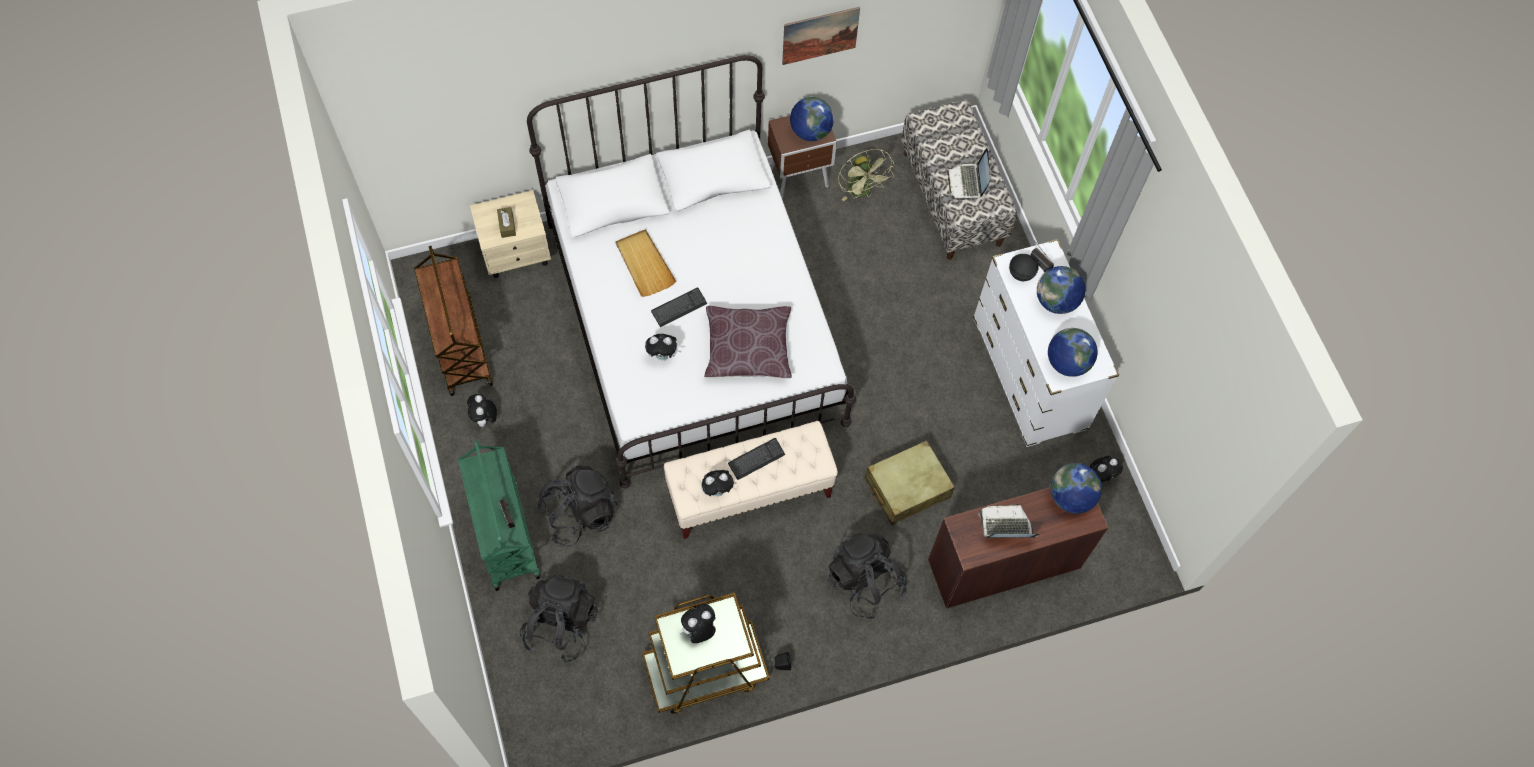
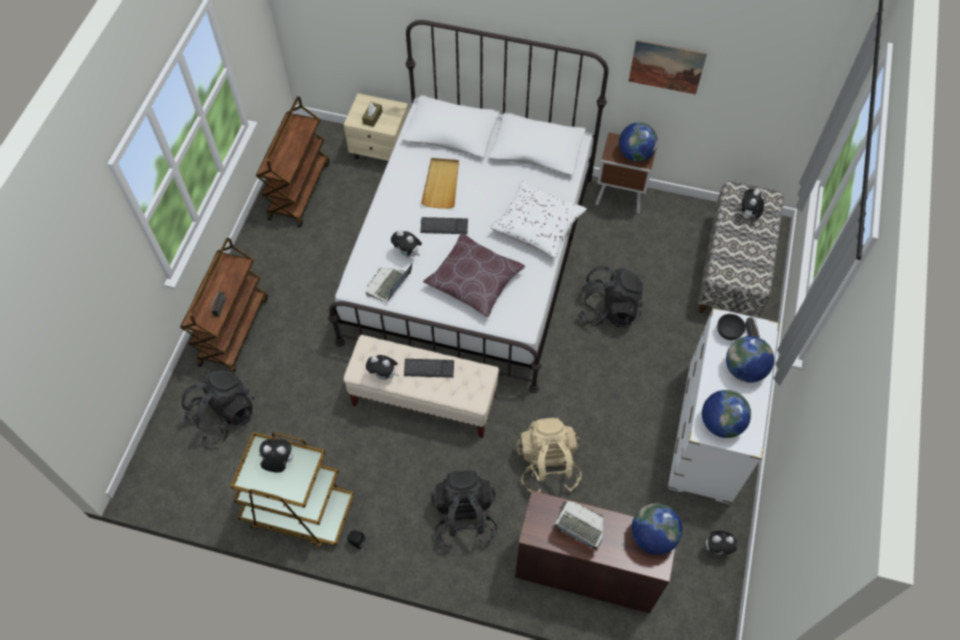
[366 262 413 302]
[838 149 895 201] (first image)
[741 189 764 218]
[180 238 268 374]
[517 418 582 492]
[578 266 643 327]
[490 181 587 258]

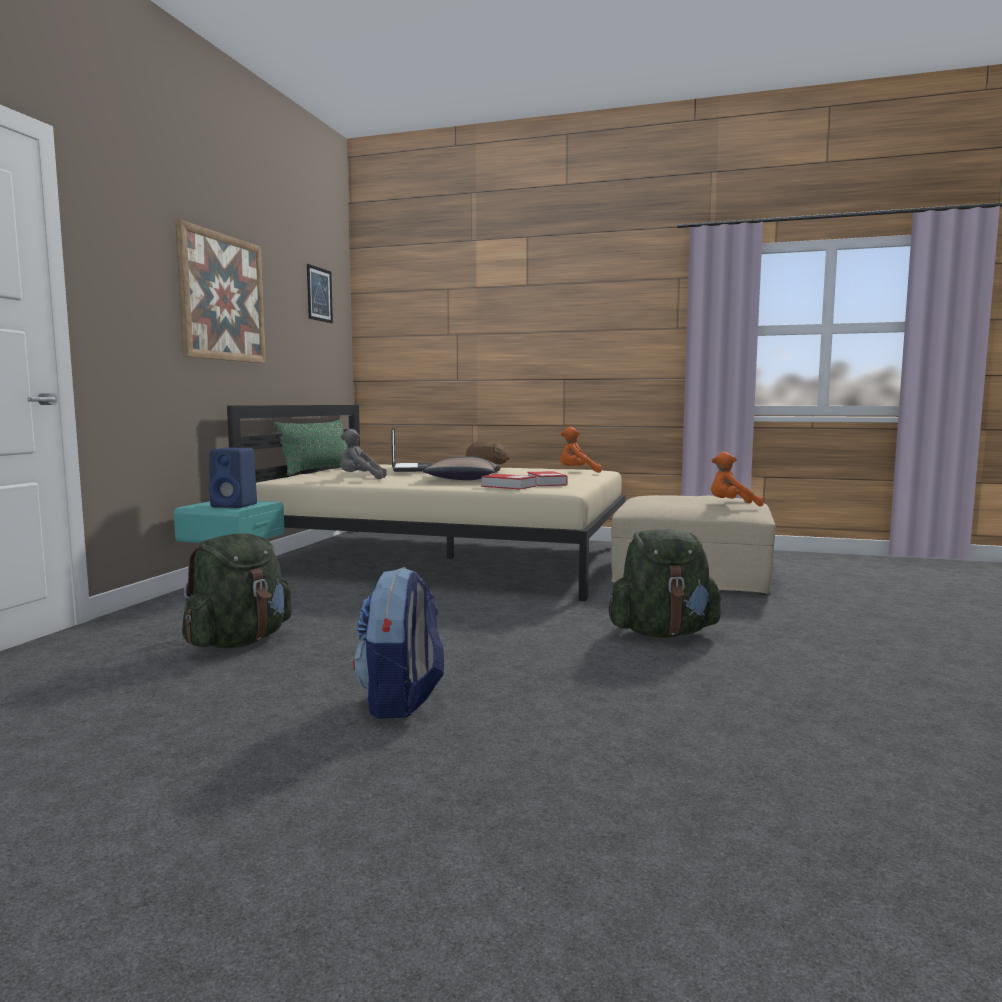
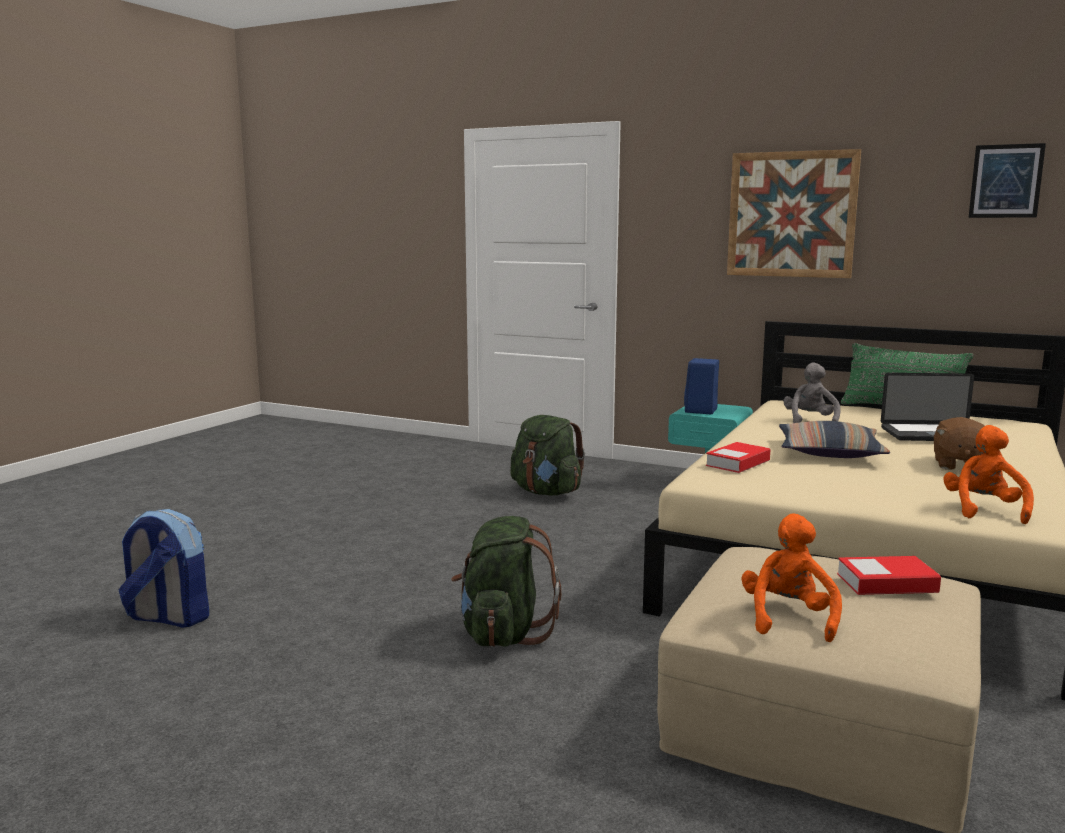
[837 556 941 595]
[119 509 209 628]

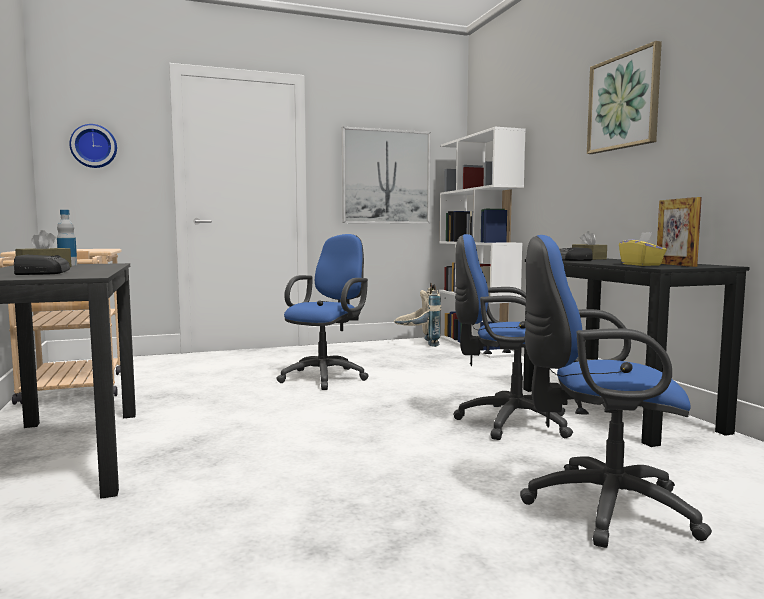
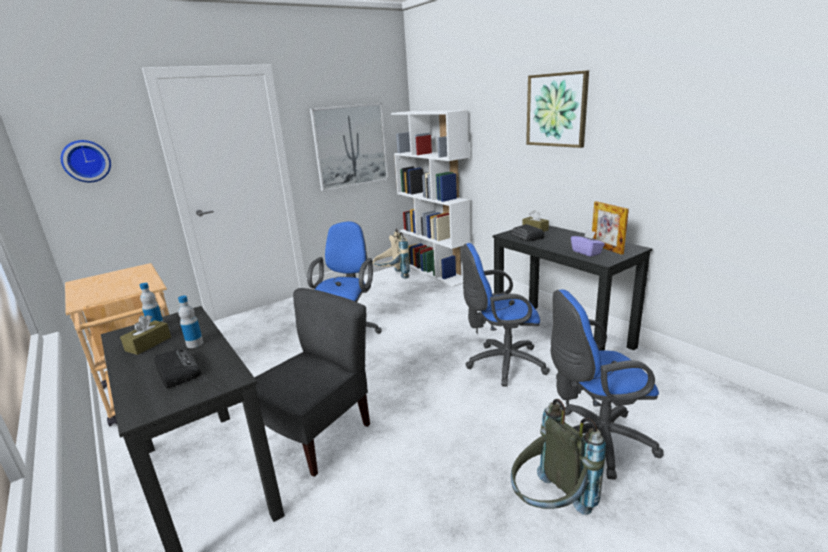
[571 229 605 257]
[254 288 370 477]
[178 295 203 348]
[511 399 606 515]

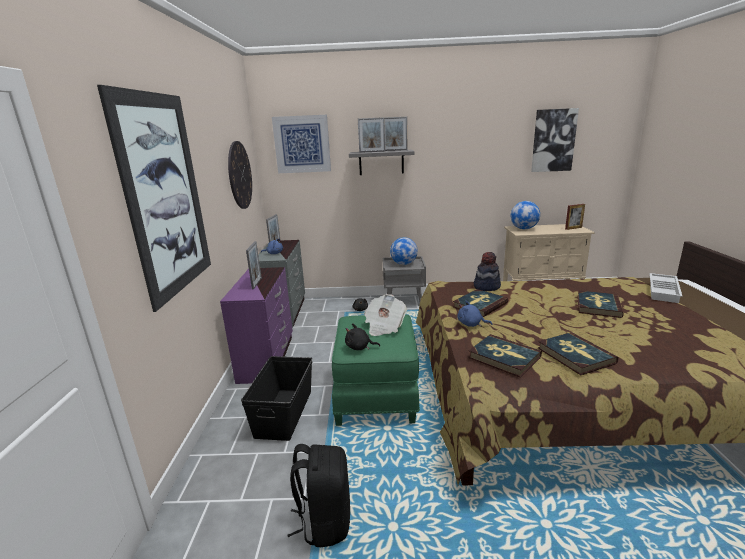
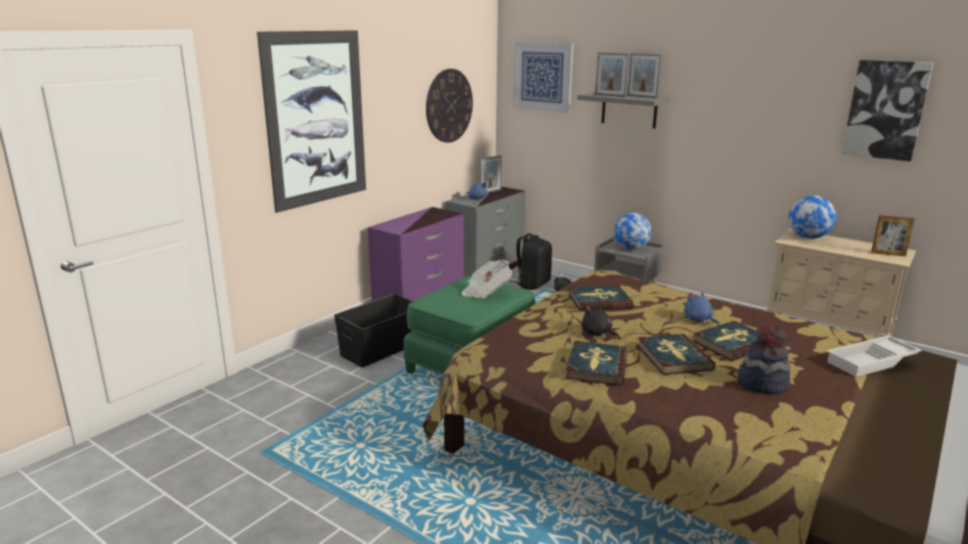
[246 241 262 290] (first image)
[737 324 790 394]
[684 291 720 325]
[582 303 620 339]
[637 334 715 375]
[511 233 552 290]

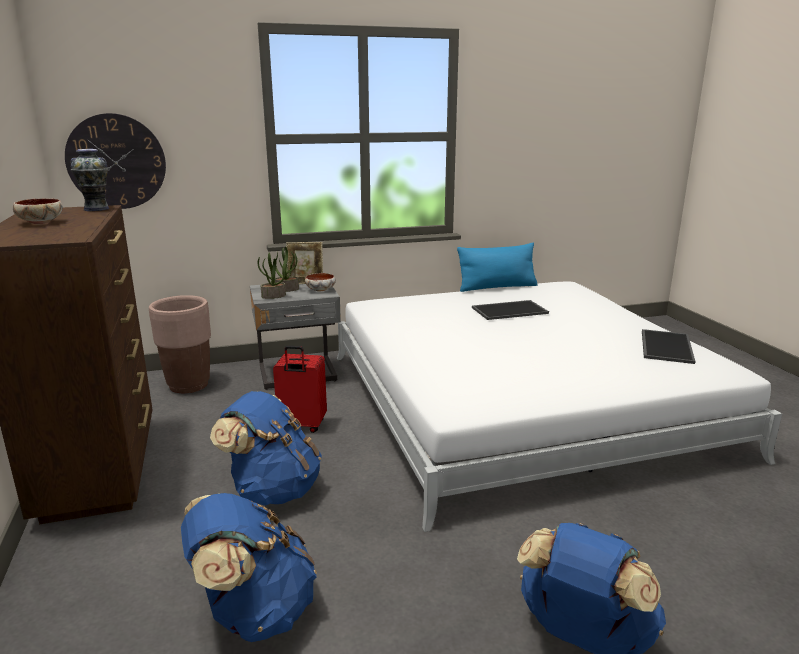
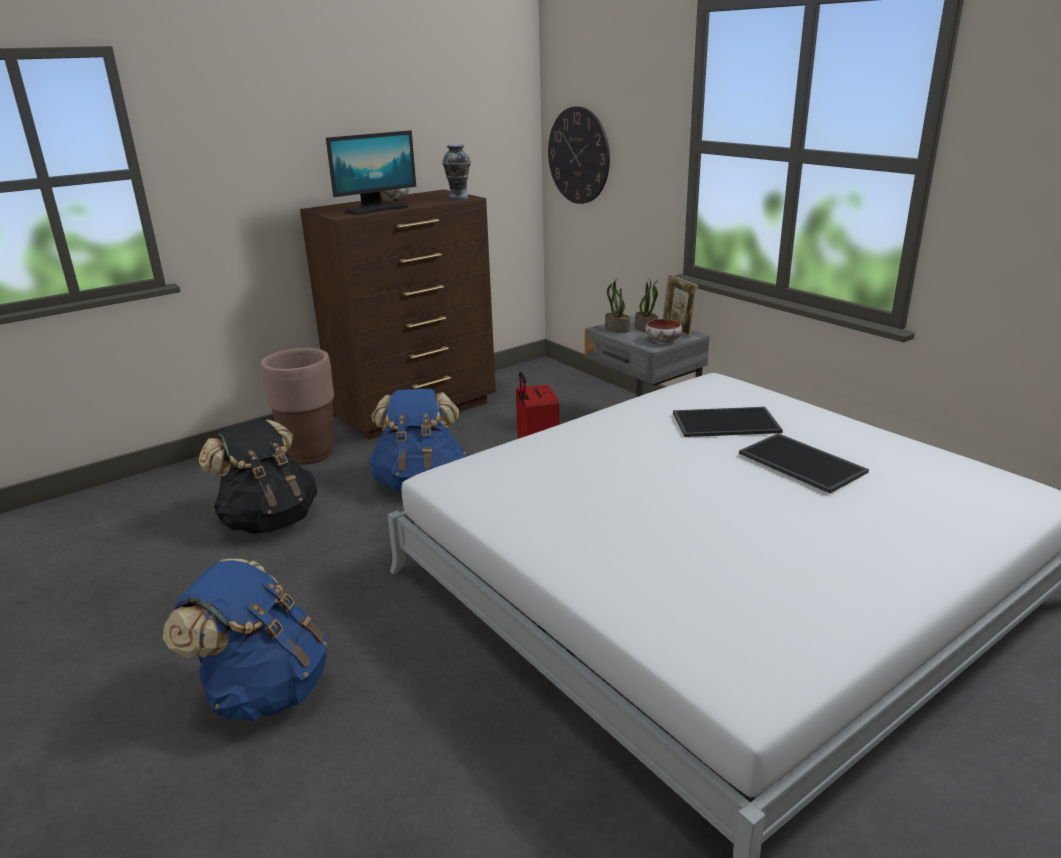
[457 243 538 292] (first image)
[261 348 334 464]
[673 407 783 437]
[198 418 317 534]
[326 130 416 215]

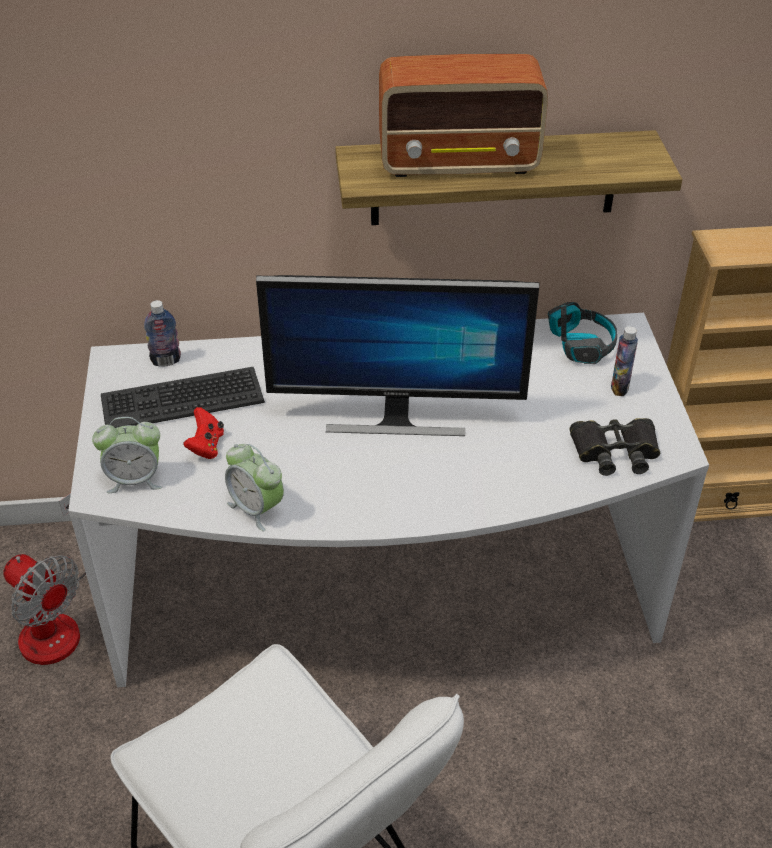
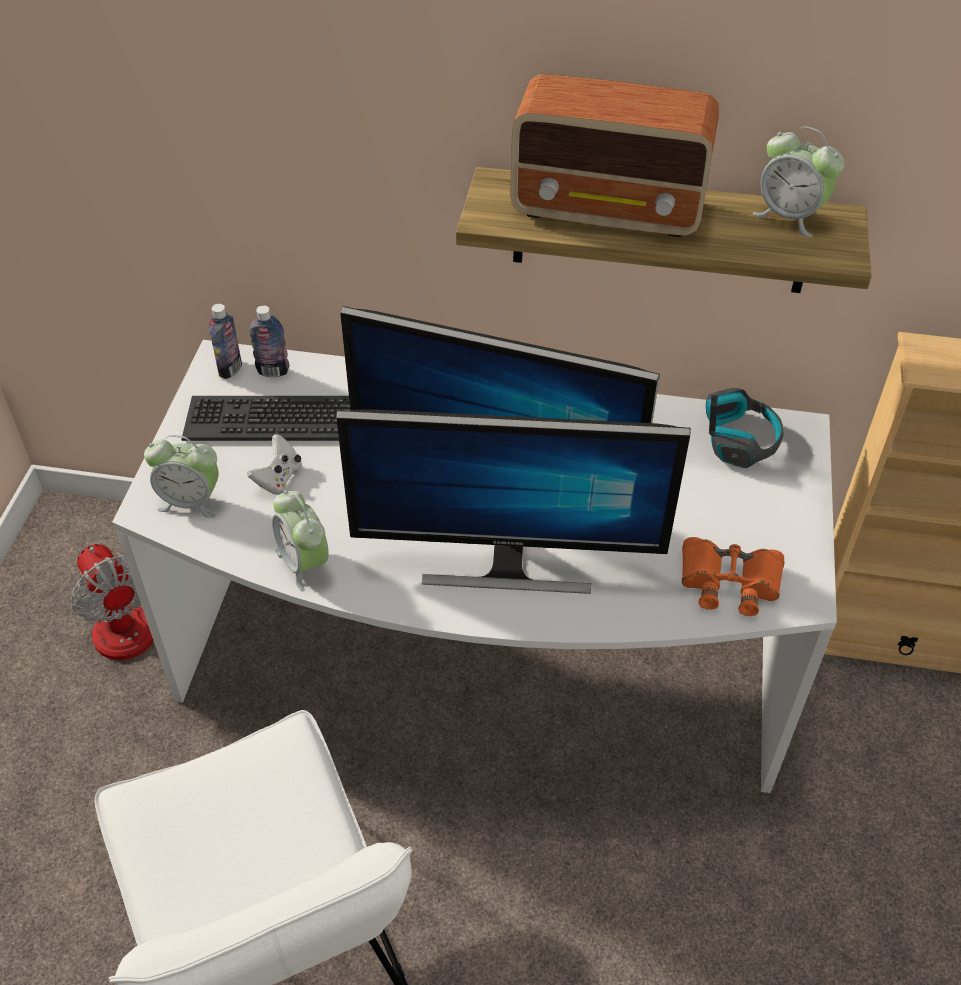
[209 304 242 379]
[247 434 301 495]
[682 537 784 616]
[753 126 844 237]
[336 409 691 594]

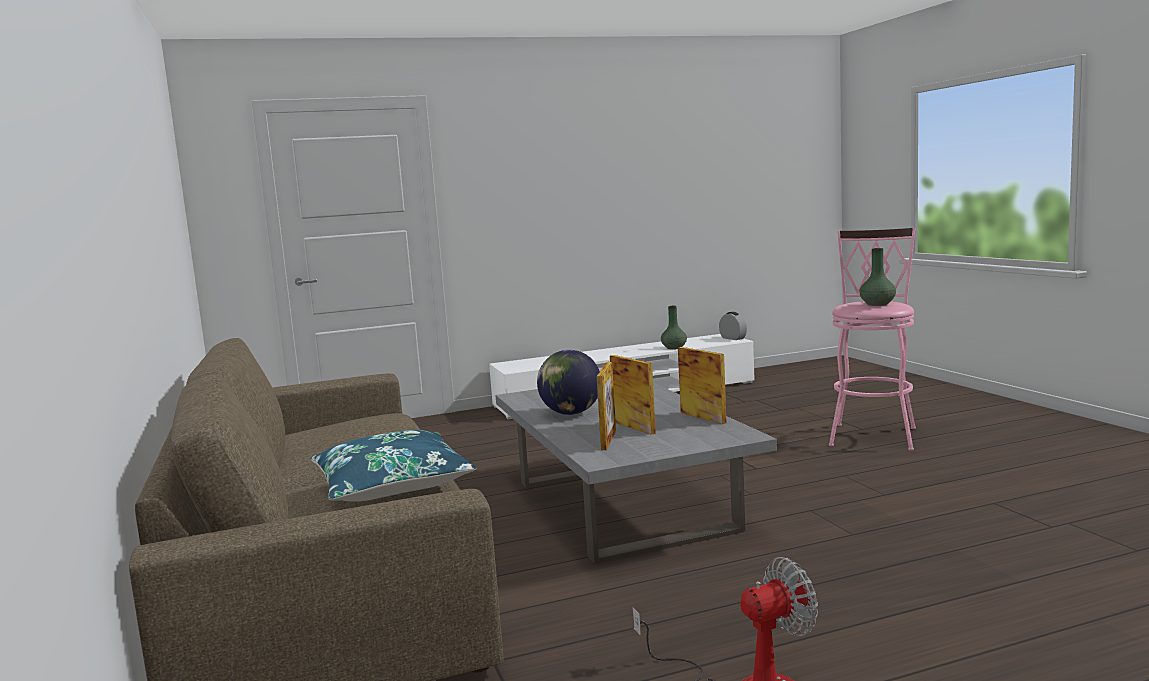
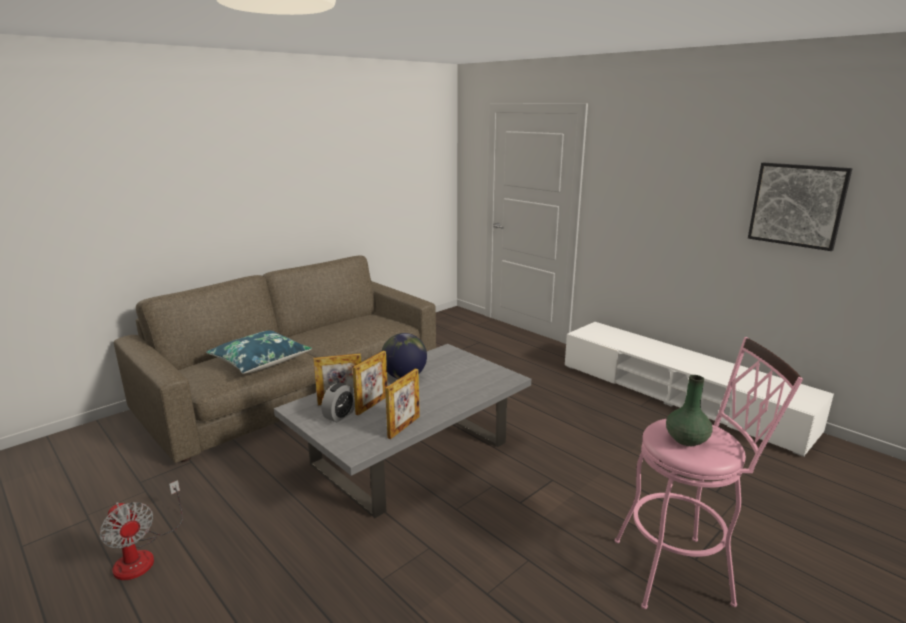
[661 306 687 349] (first image)
[321 382 355 422]
[748 163 853 251]

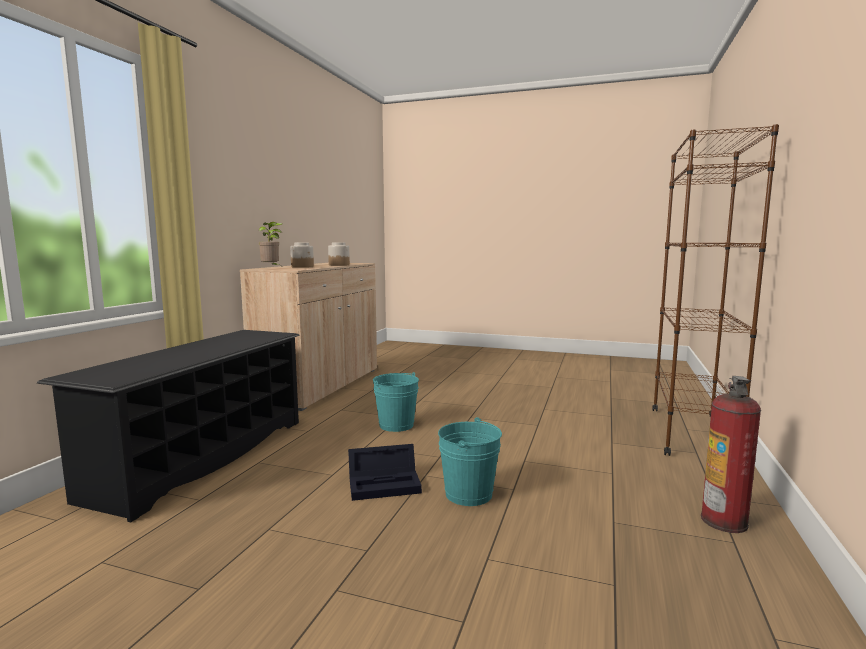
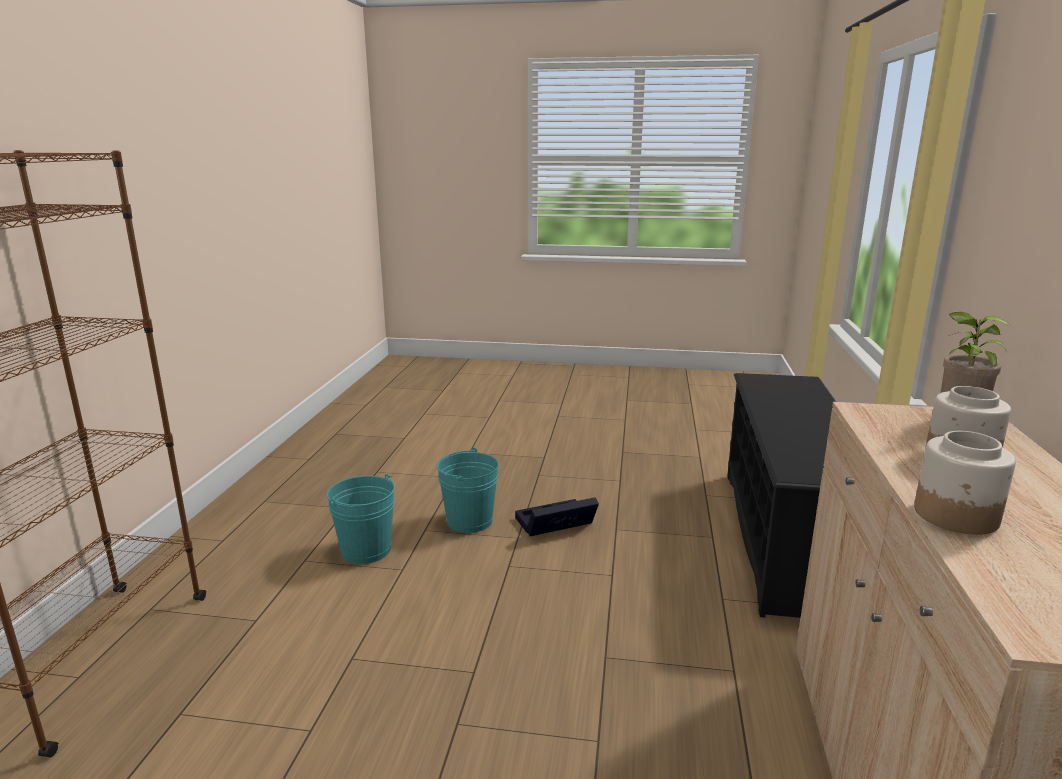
[327 474 395 564]
[701 376 761 533] (first image)

